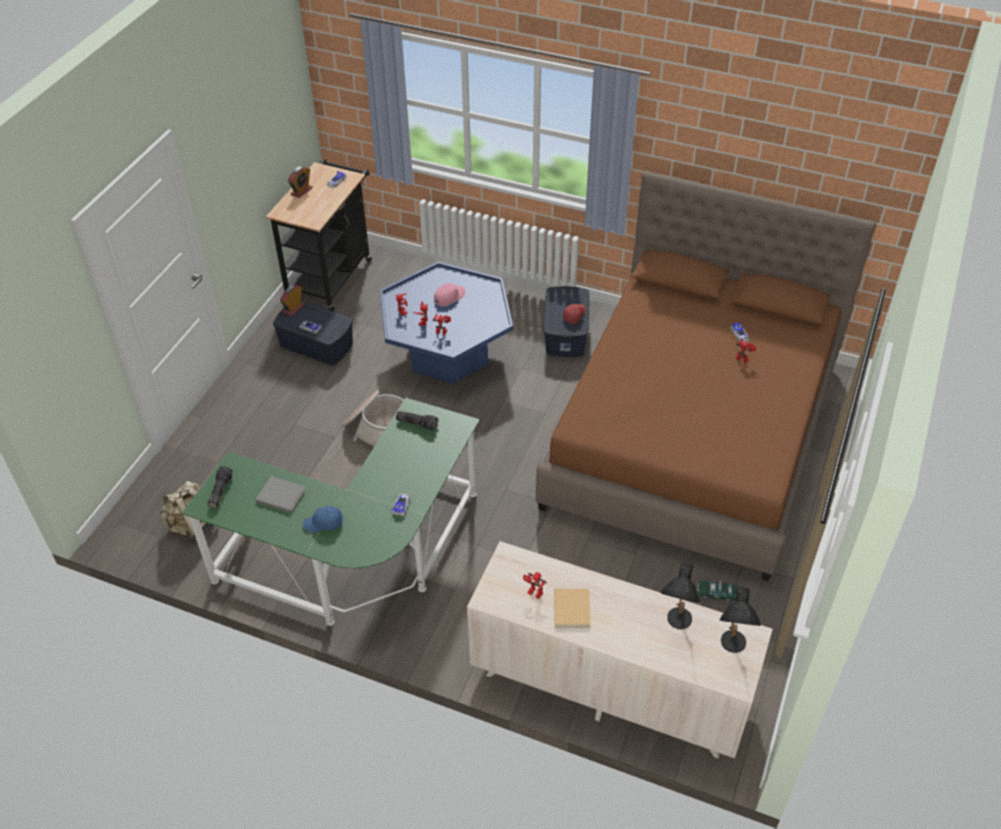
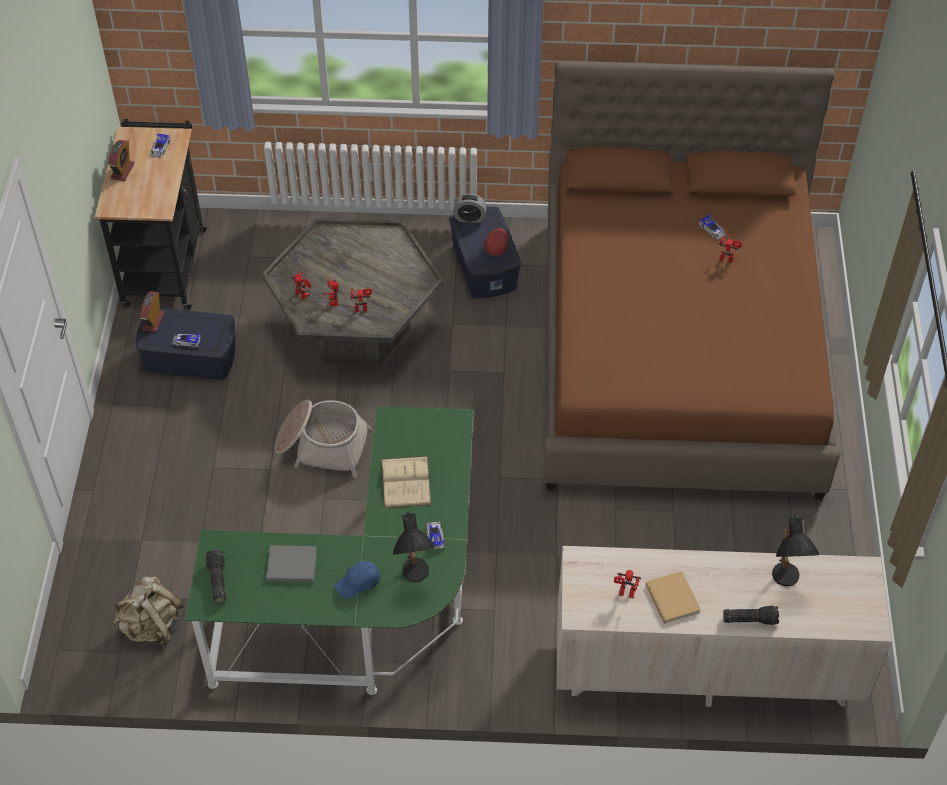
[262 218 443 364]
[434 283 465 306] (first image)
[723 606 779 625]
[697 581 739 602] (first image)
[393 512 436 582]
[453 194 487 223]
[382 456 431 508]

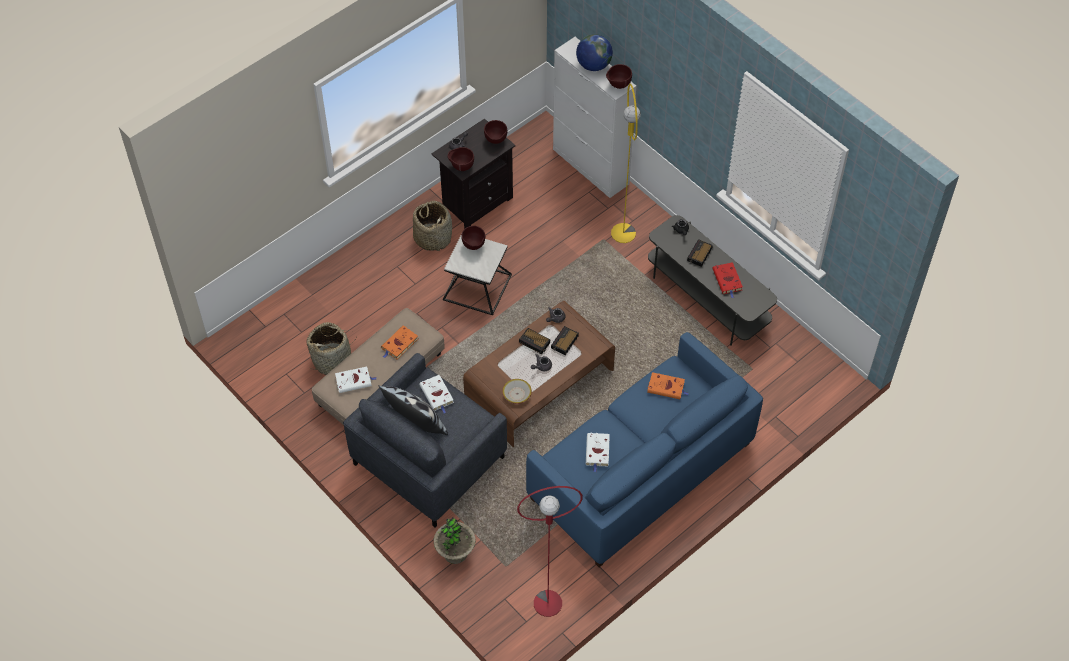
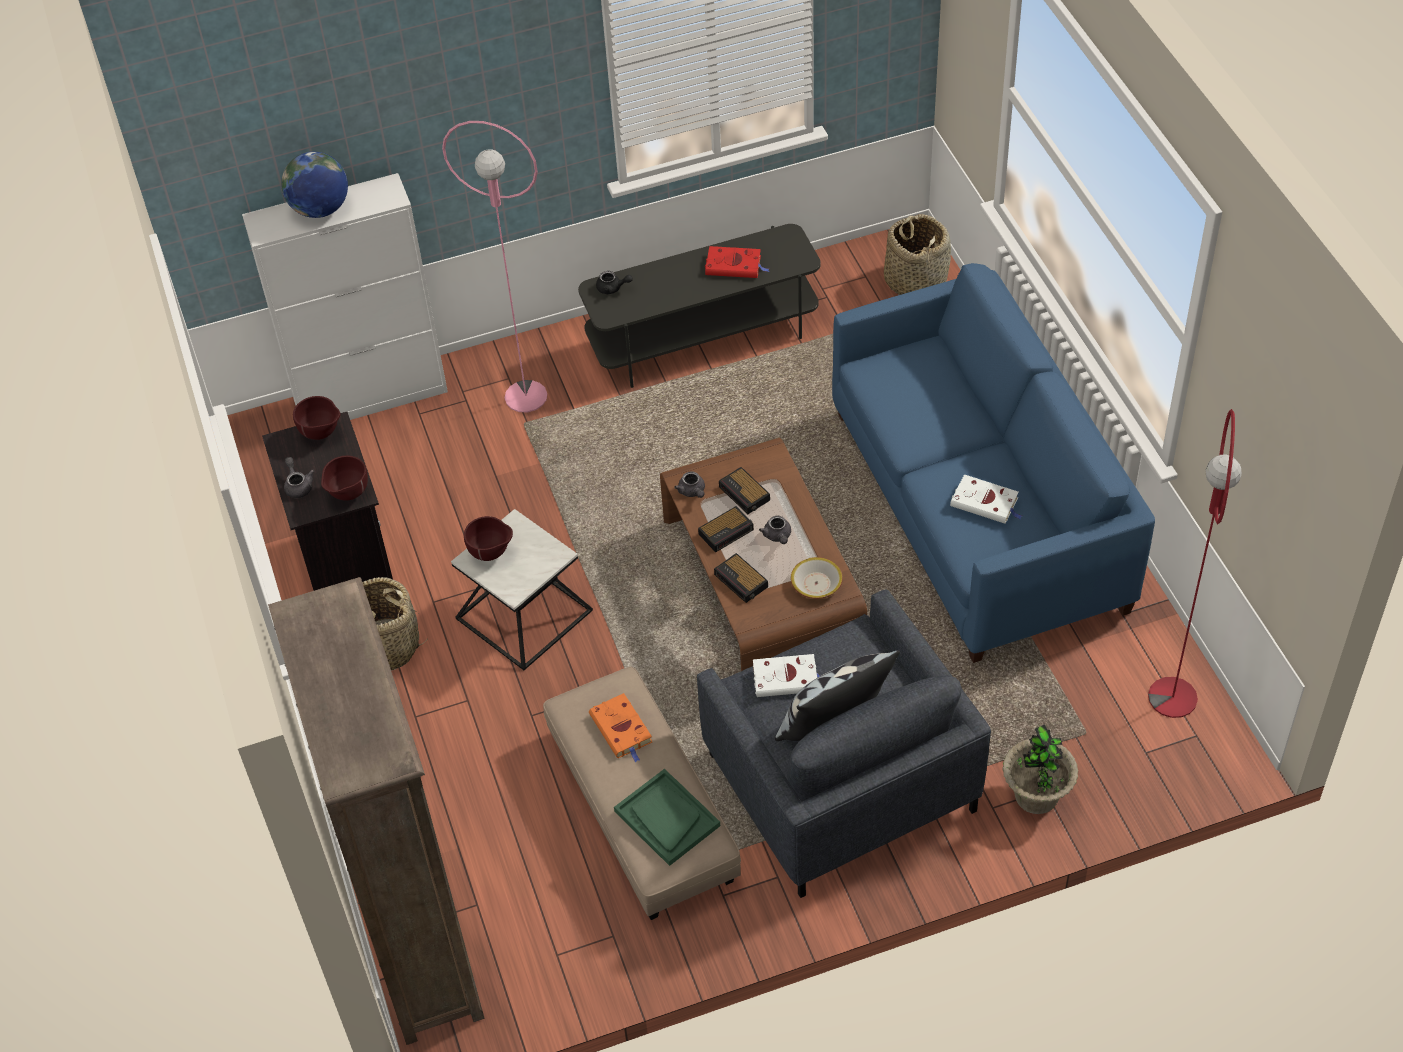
[606 64 632 89] (first image)
[442 121 547 412]
[714 553 768 603]
[884 214 951 295]
[614 769 720 866]
[647 372 689 399] (first image)
[268 577 485 1045]

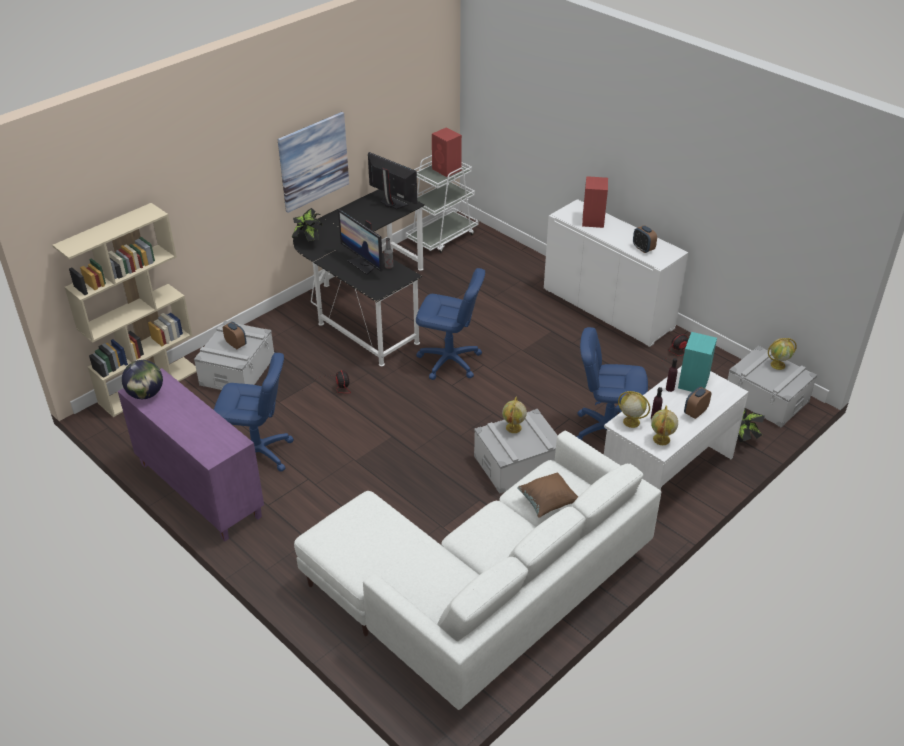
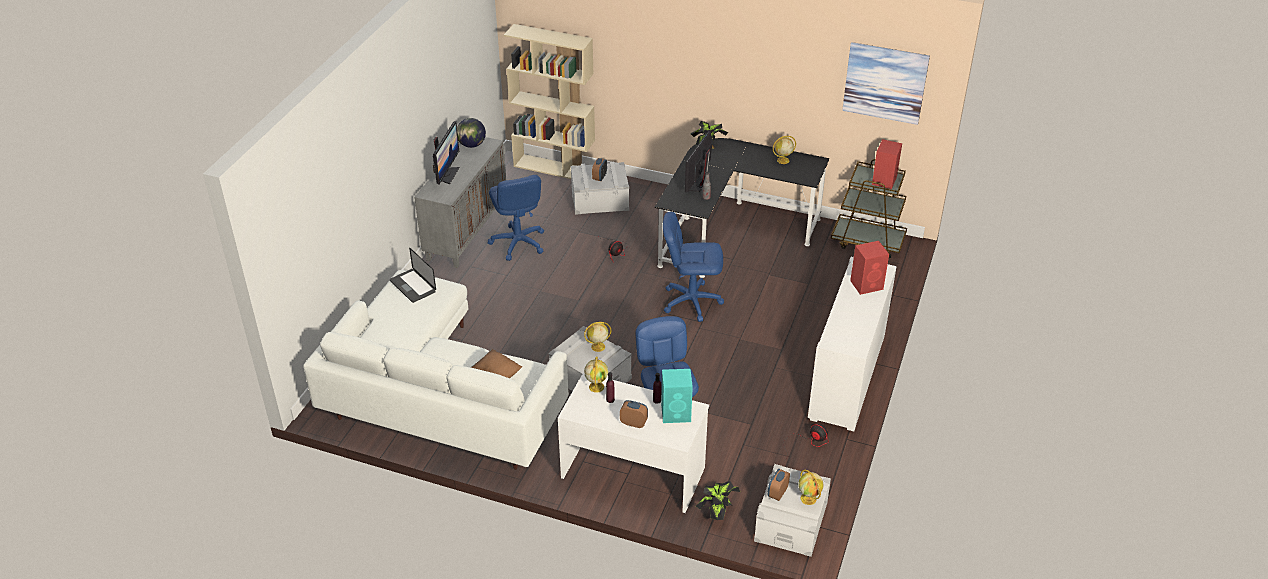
[842 42 930 125]
[433 121 459 185]
[831 159 907 258]
[768 469 790 501]
[663 212 724 322]
[414 137 506 268]
[773 136 796 164]
[390 248 436 303]

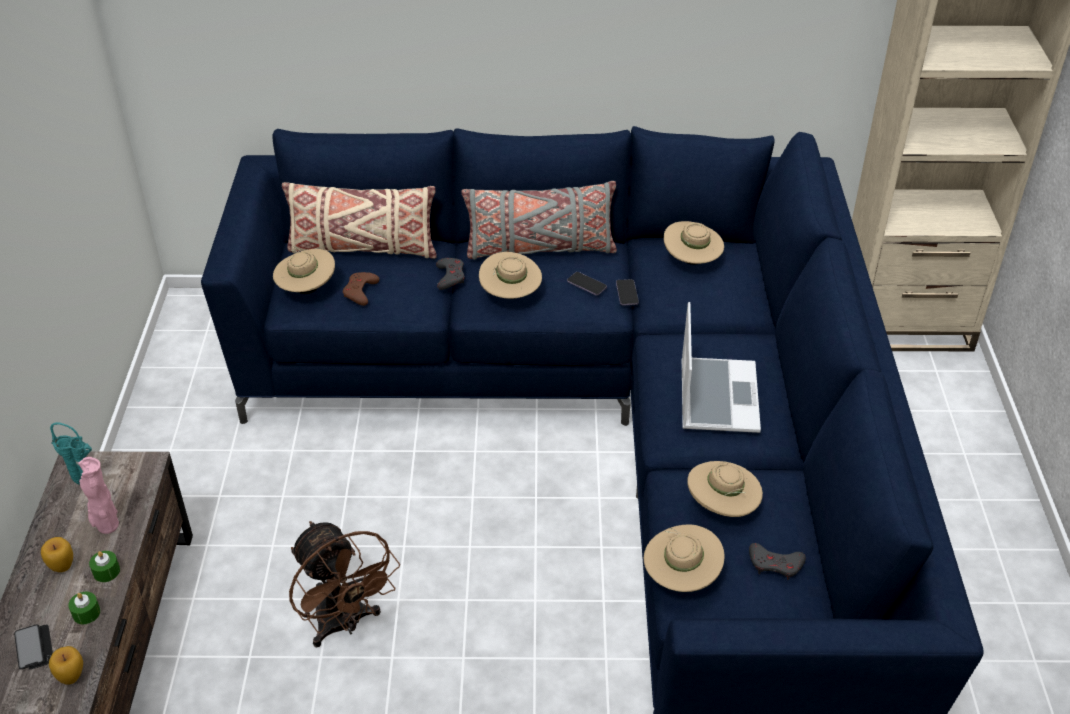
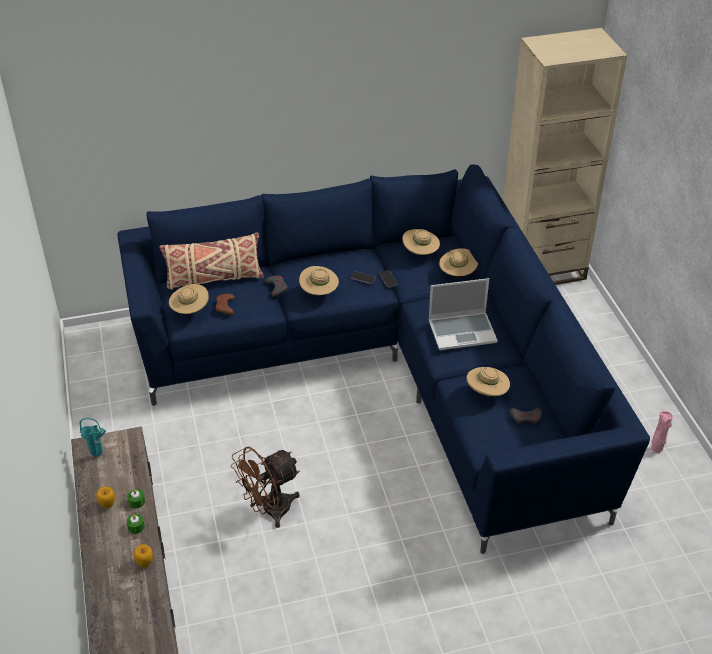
[461 181 617 260] (first image)
[428 278 498 350]
[651 411 673 453]
[231 447 300 528]
[439 248 478 277]
[14 624 53 669] (first image)

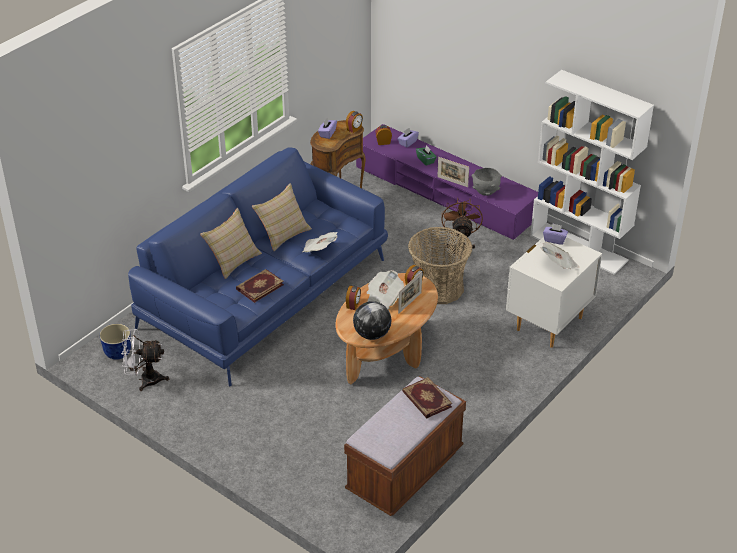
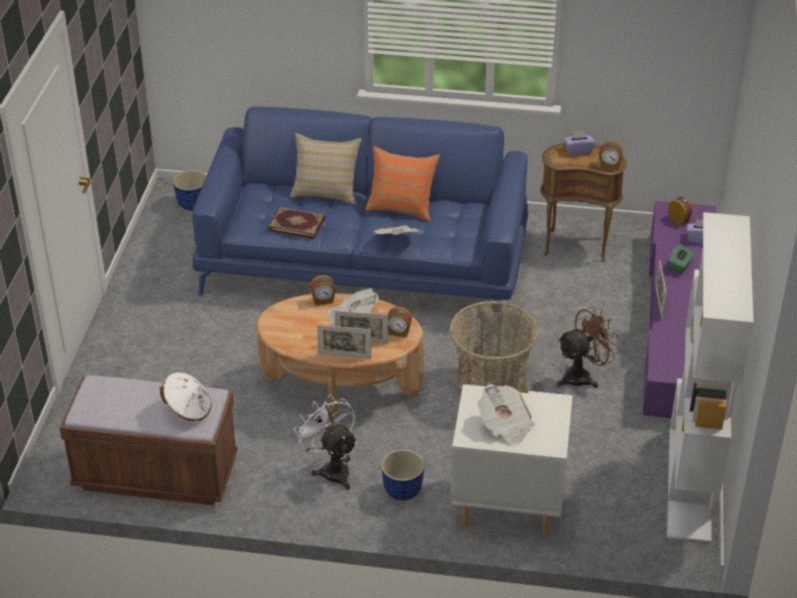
[472 168 502 196] (first image)
[365 146 440 221]
[543 223 568 245] (first image)
[353 301 392 340] (first image)
[294 395 357 490]
[159 372 211 421]
[317 325 371 359]
[381 449 425 501]

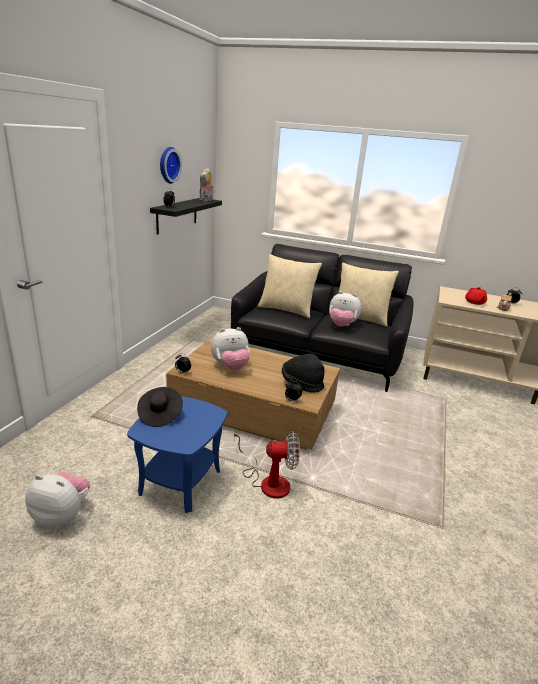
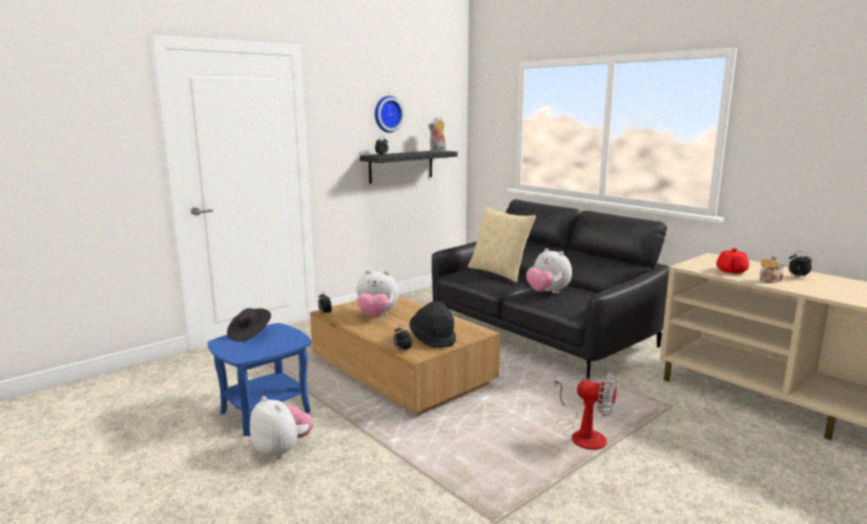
[339 263 399 327] (first image)
[554 372 617 450]
[250 396 313 459]

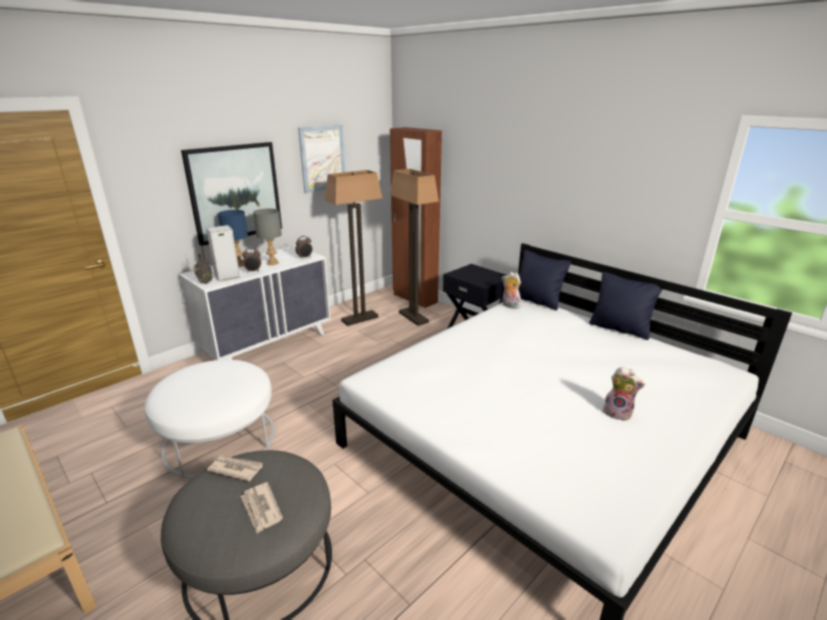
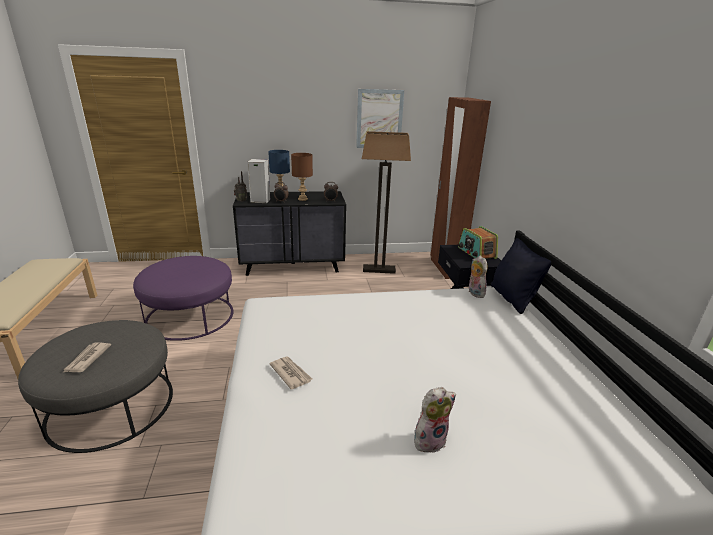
[181 142 282 246] (first image)
[390 169 439 326] (first image)
[291 153 313 201]
[233 191 346 276]
[589 272 662 340] (first image)
[133 256 233 341]
[414 387 456 453]
[270 356 312 390]
[458 226 498 259]

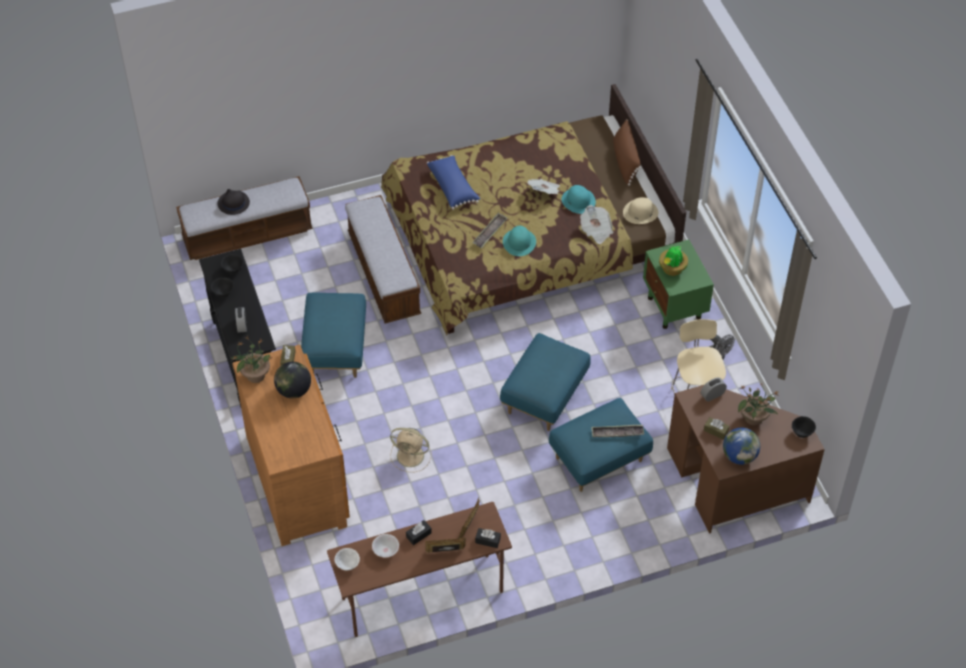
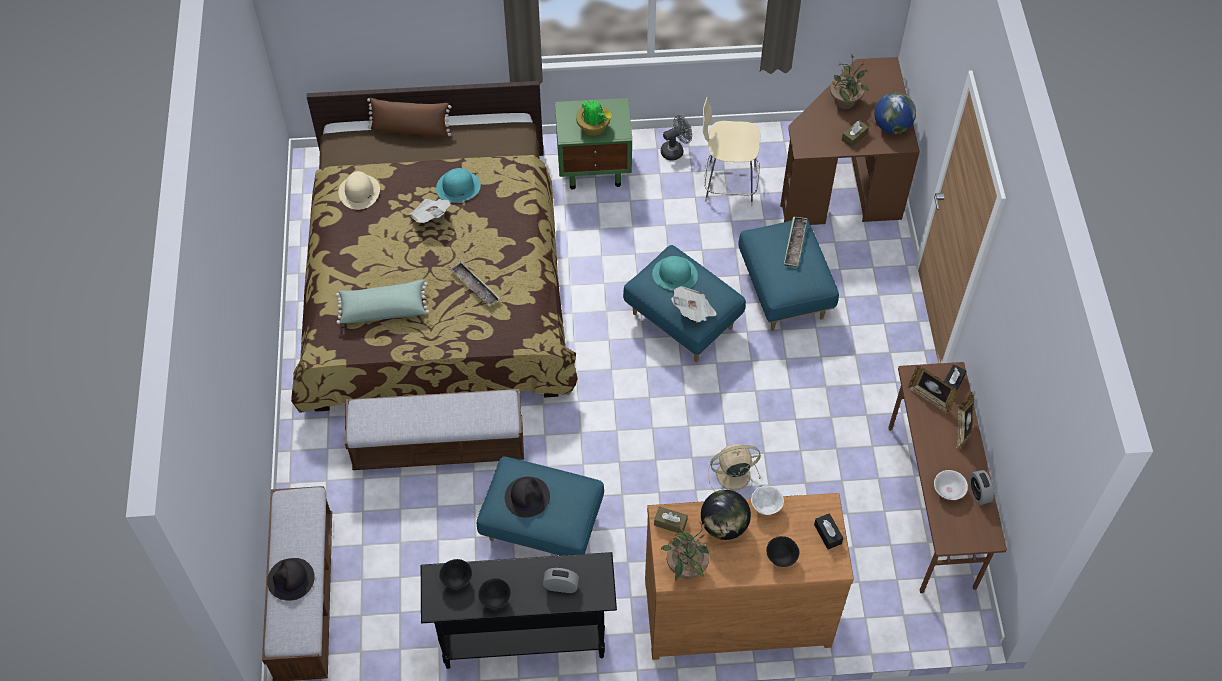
[336 279 429 324]
[338 171 380 210]
[671 286 717 323]
[652 256 698 291]
[969 470 994 505]
[766 536 800 567]
[708 444 761 495]
[814 513 843 549]
[751 486 784 515]
[505 477 550 517]

